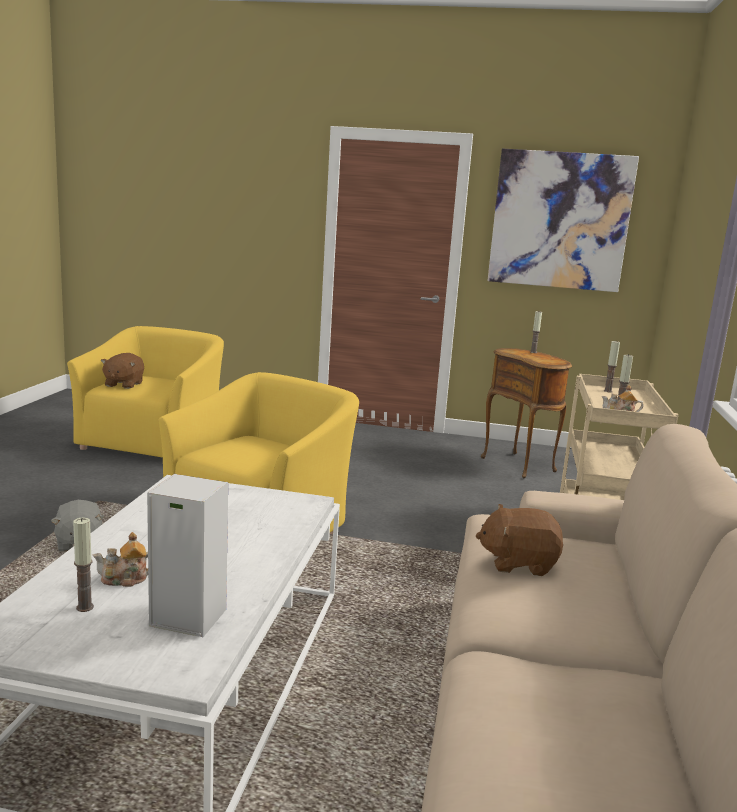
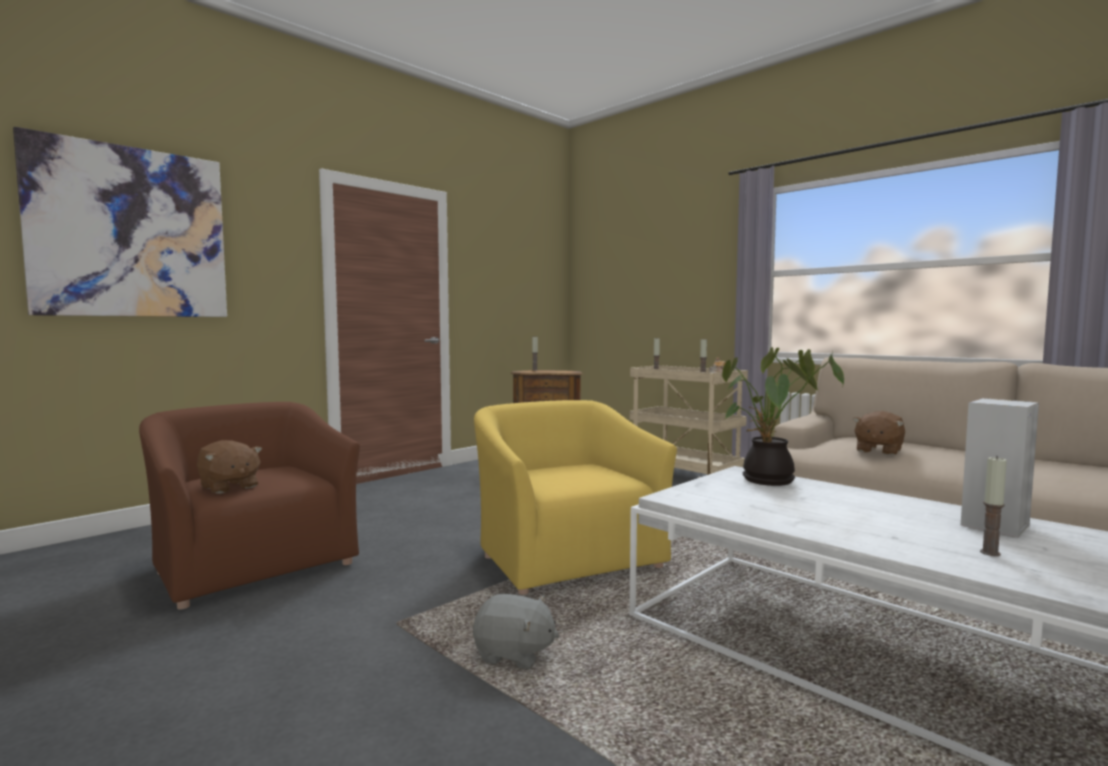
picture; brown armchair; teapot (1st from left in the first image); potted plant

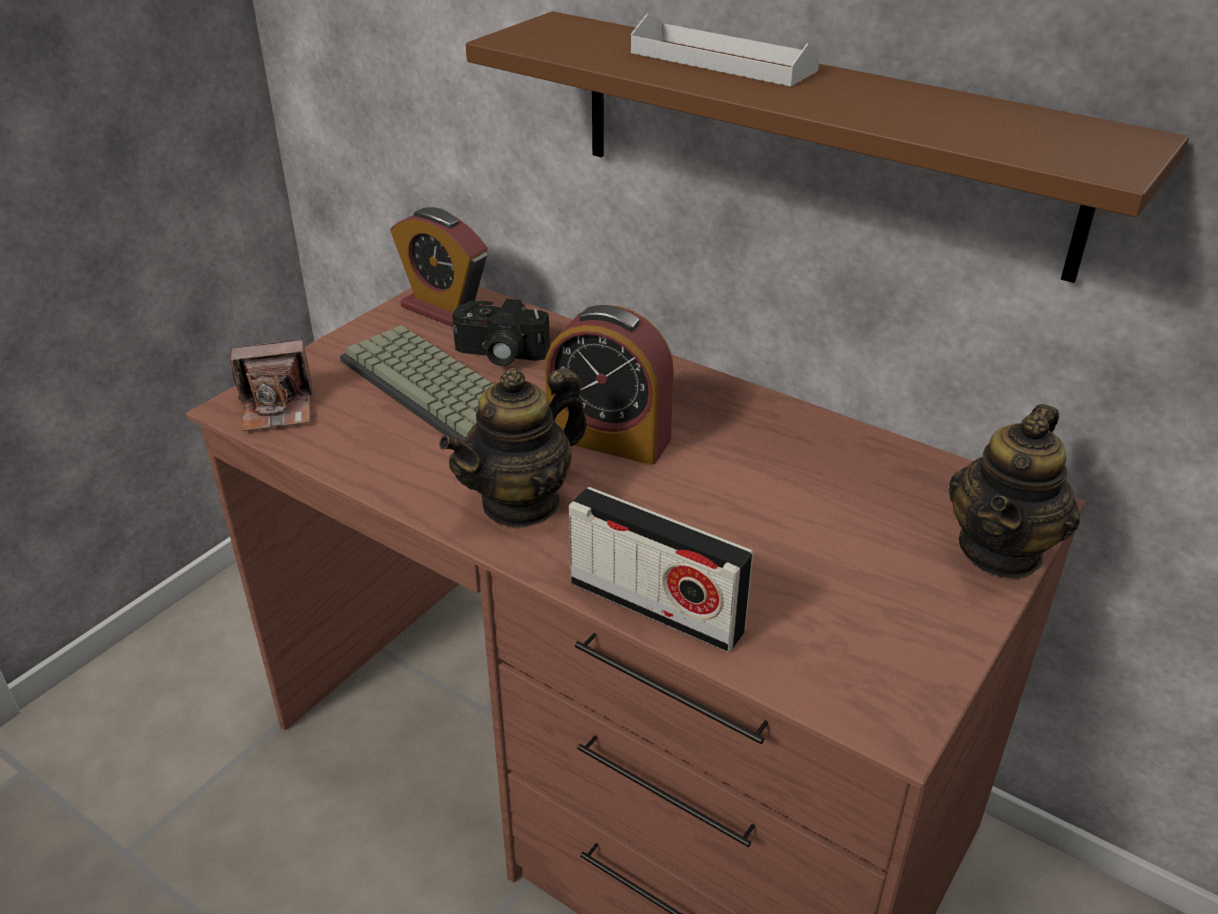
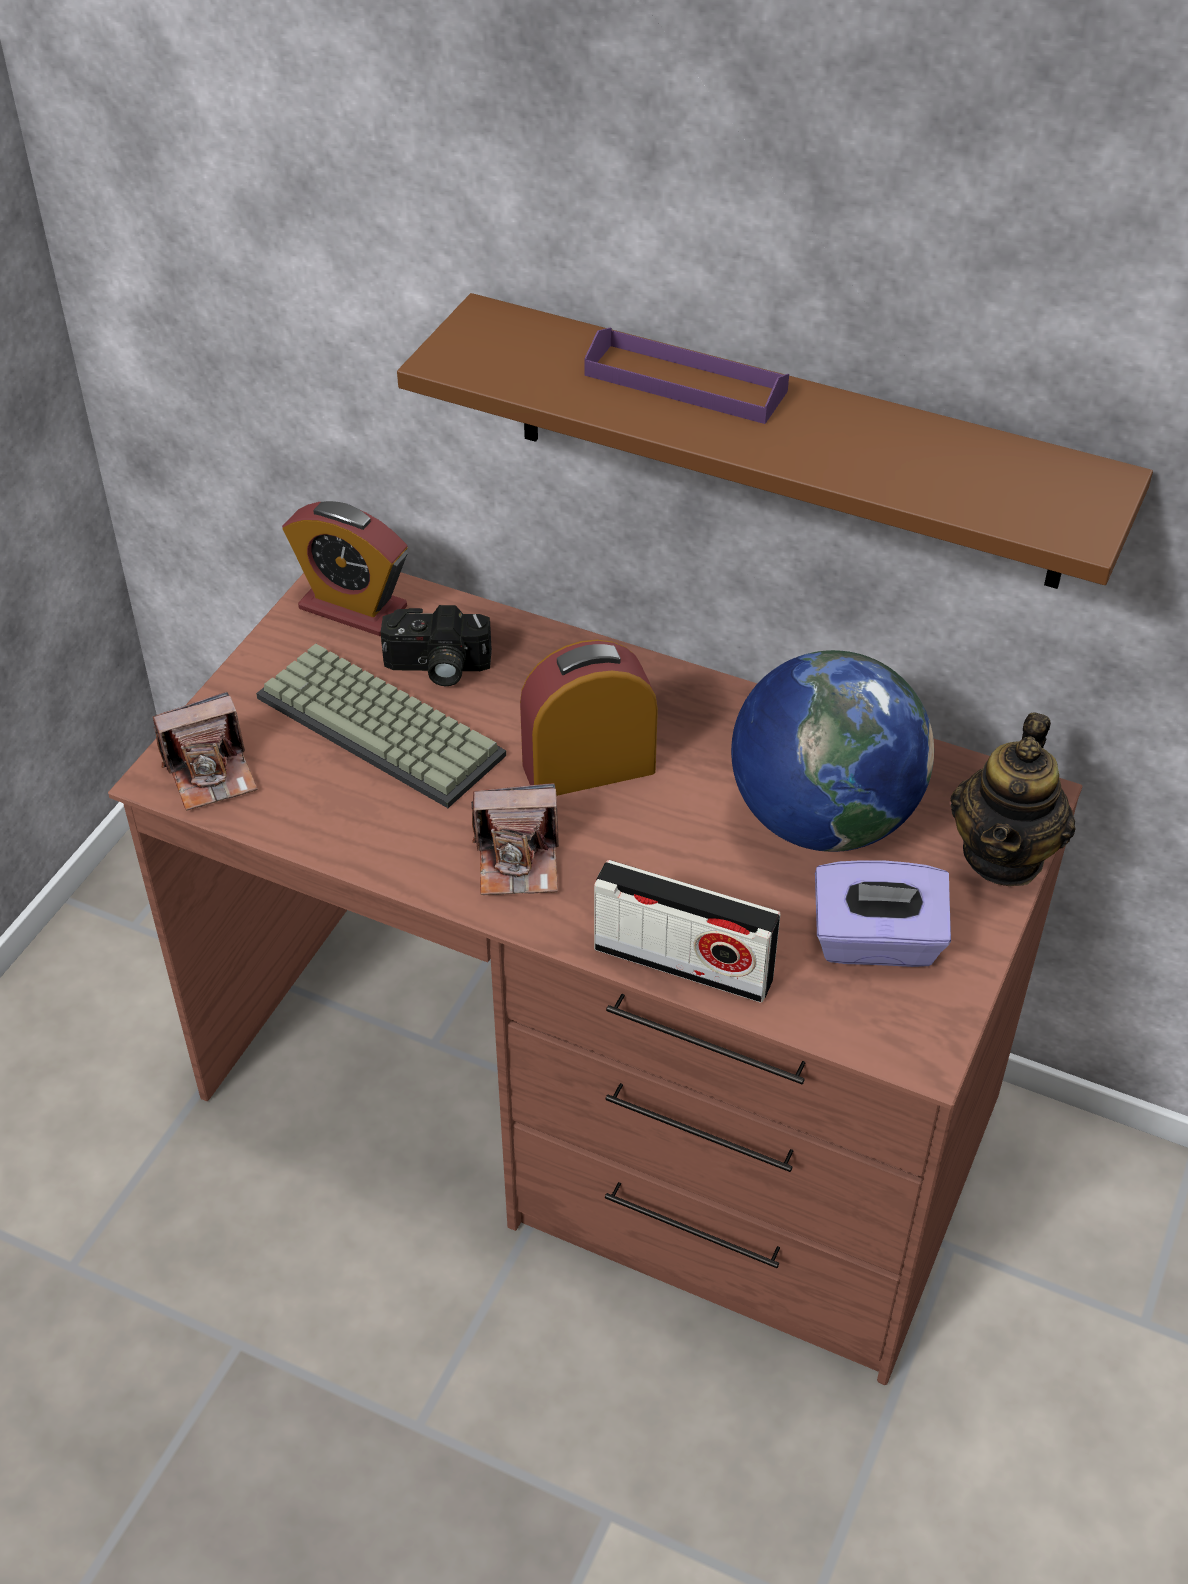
purple tray; alarm clock (2nd from left); photo camera (3rd from left); globe; purple tissue box

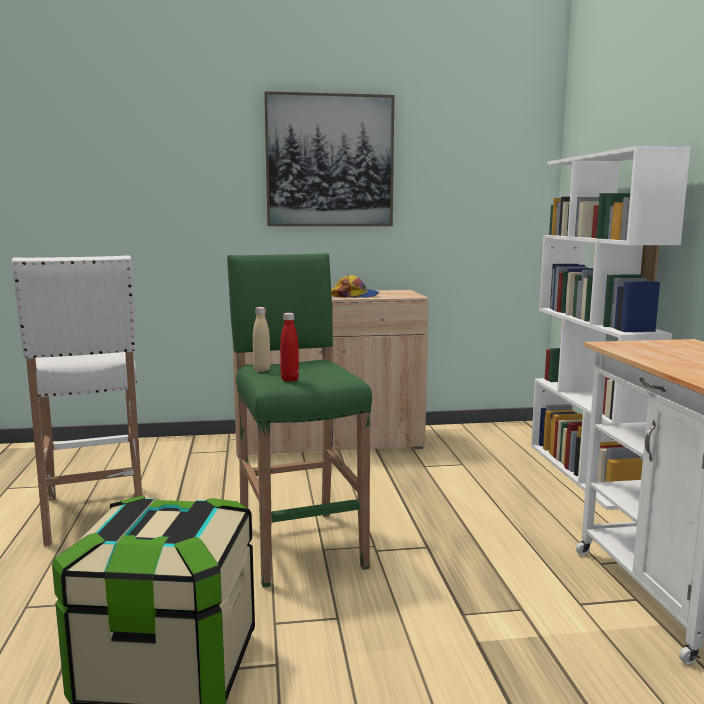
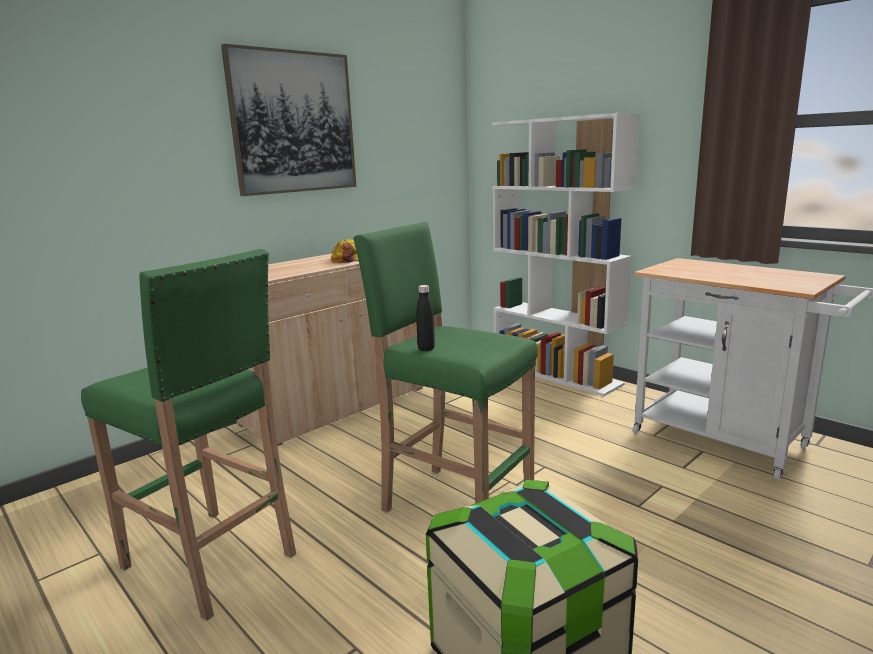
green stool (1st from left); black bottle; red bottle

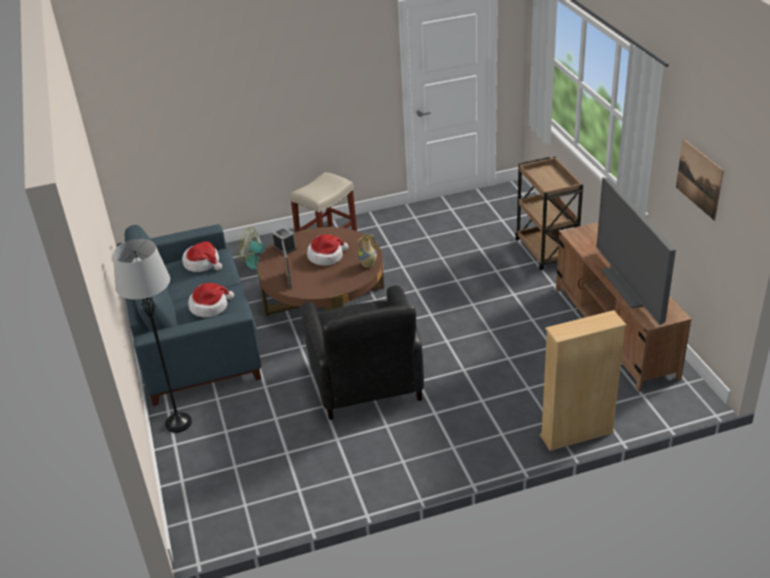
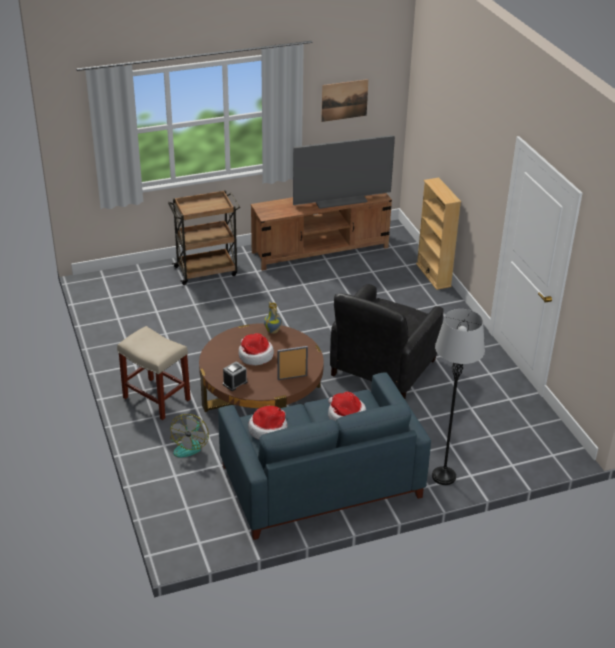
black armchair

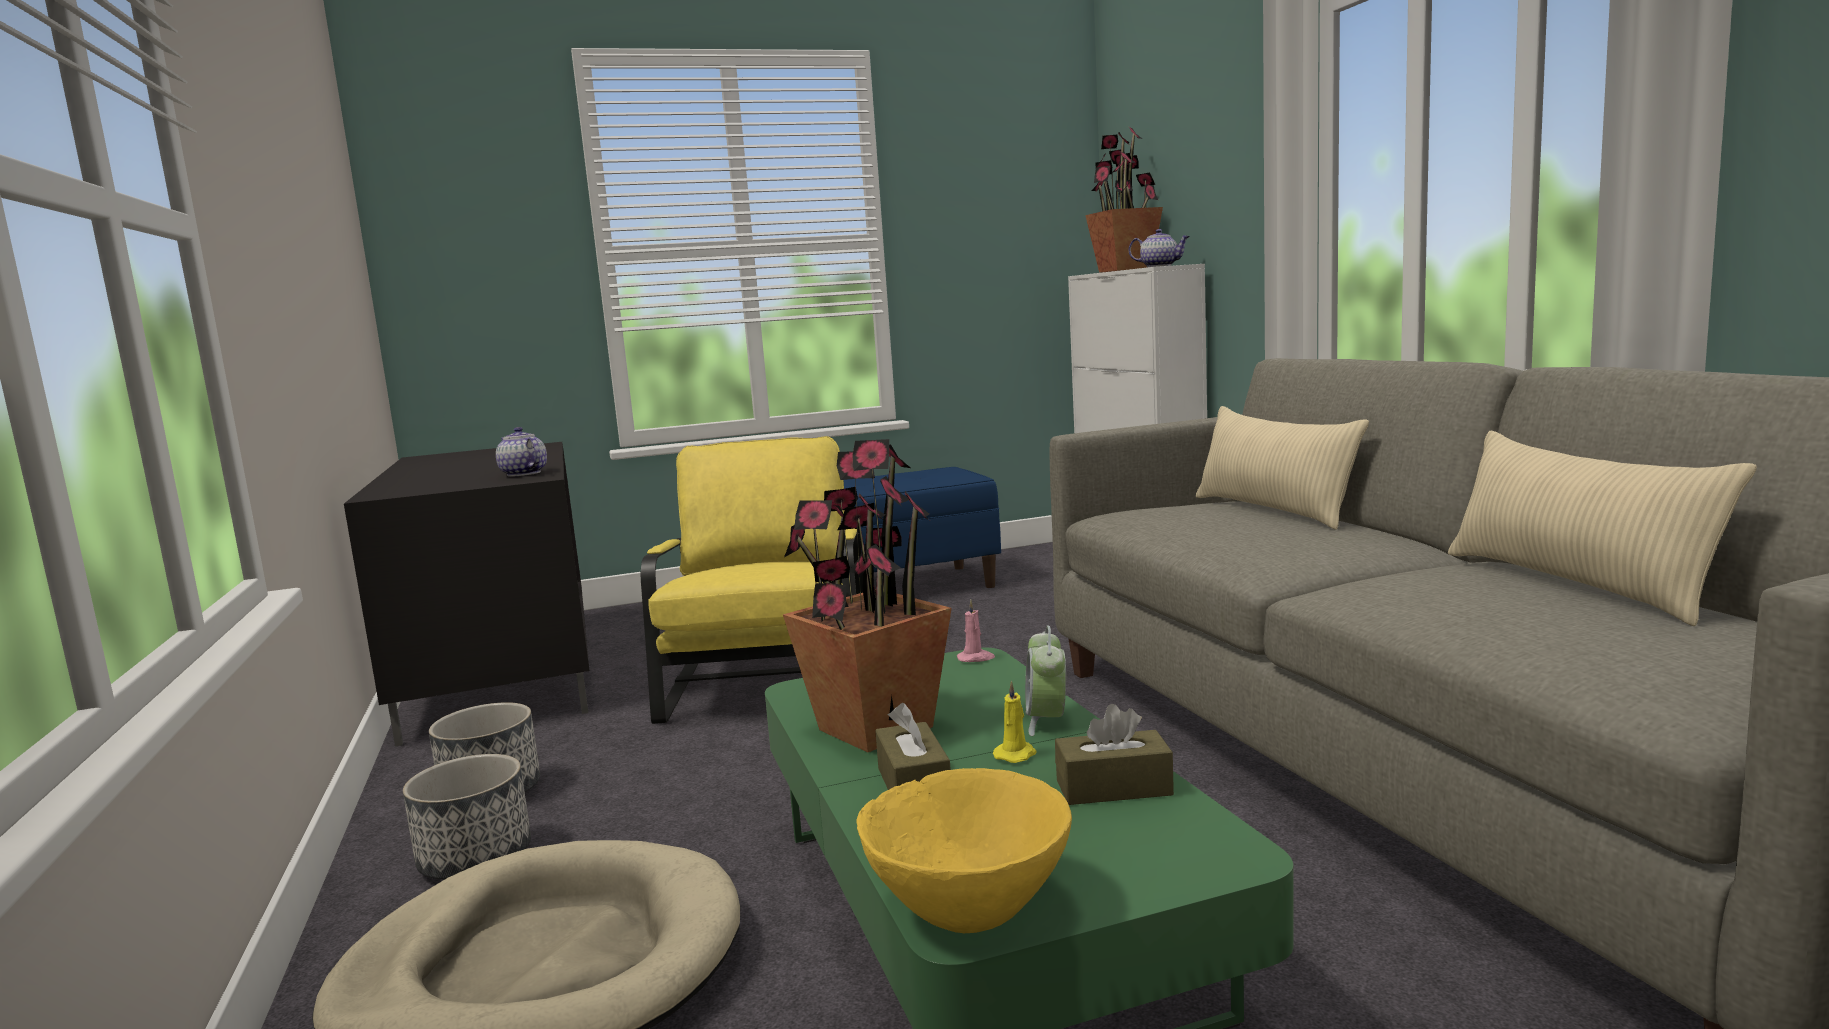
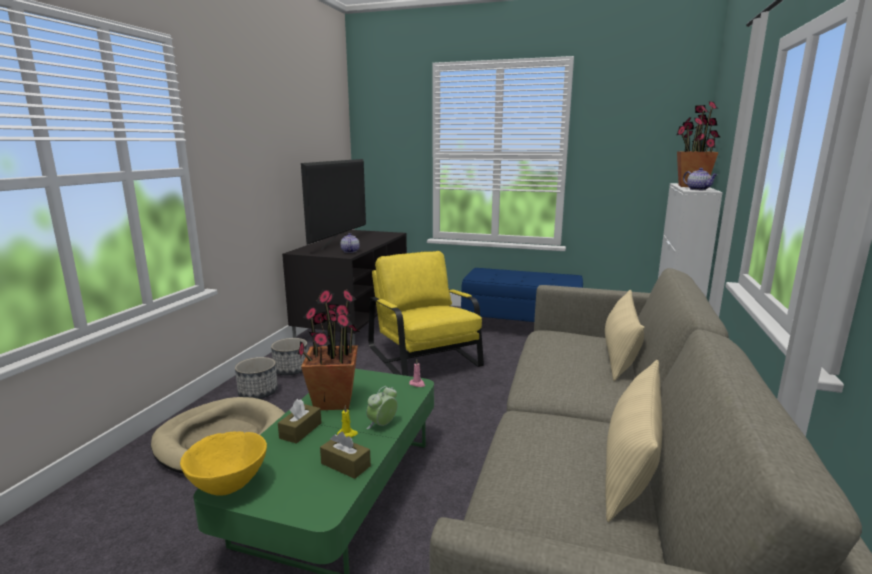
yellow armchair; television

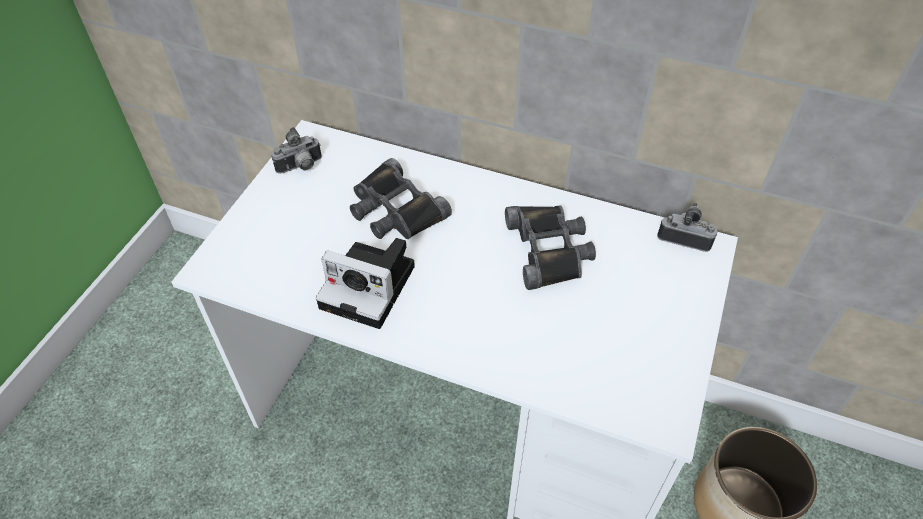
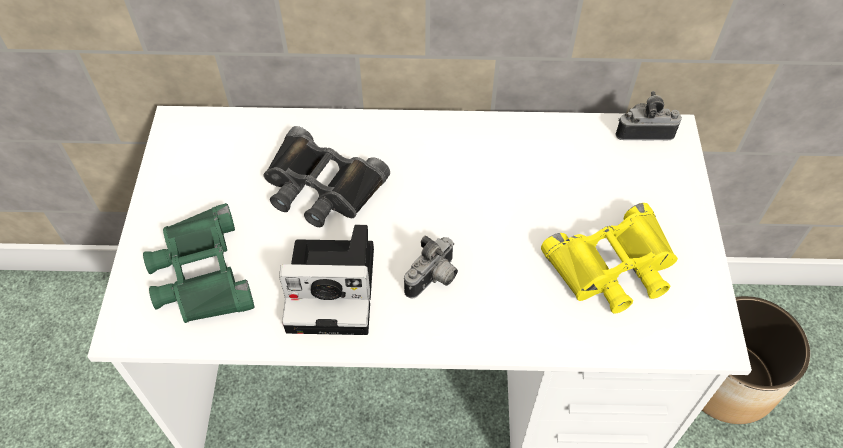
photo camera (2nd from left); black binoculars (2nd from left in the first image); green binoculars; yellow binoculars

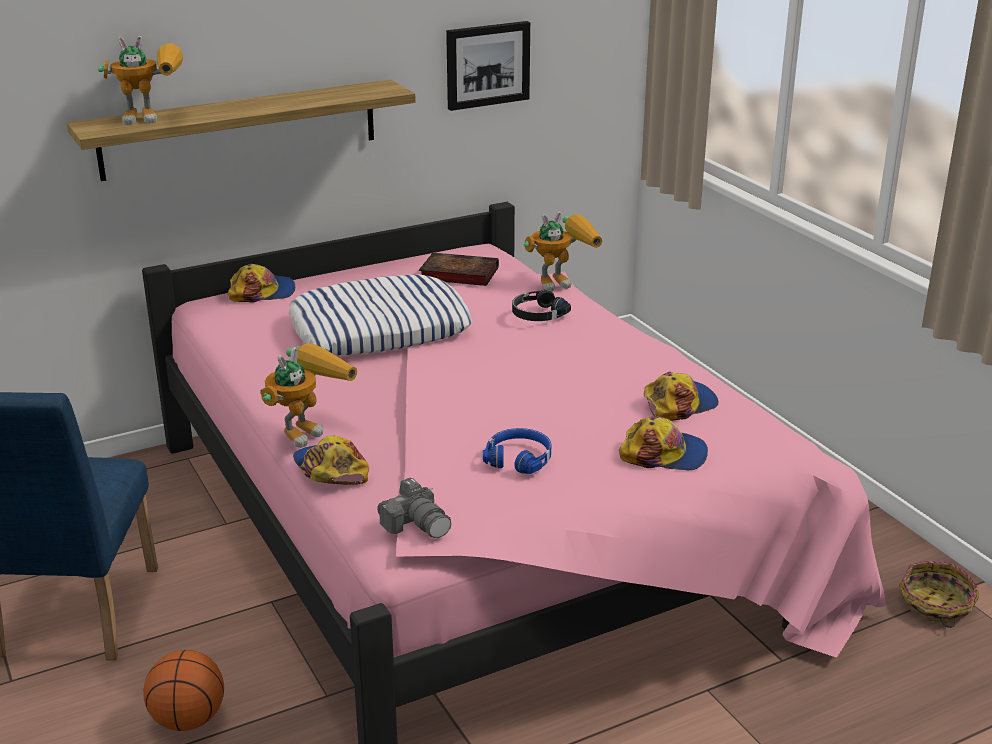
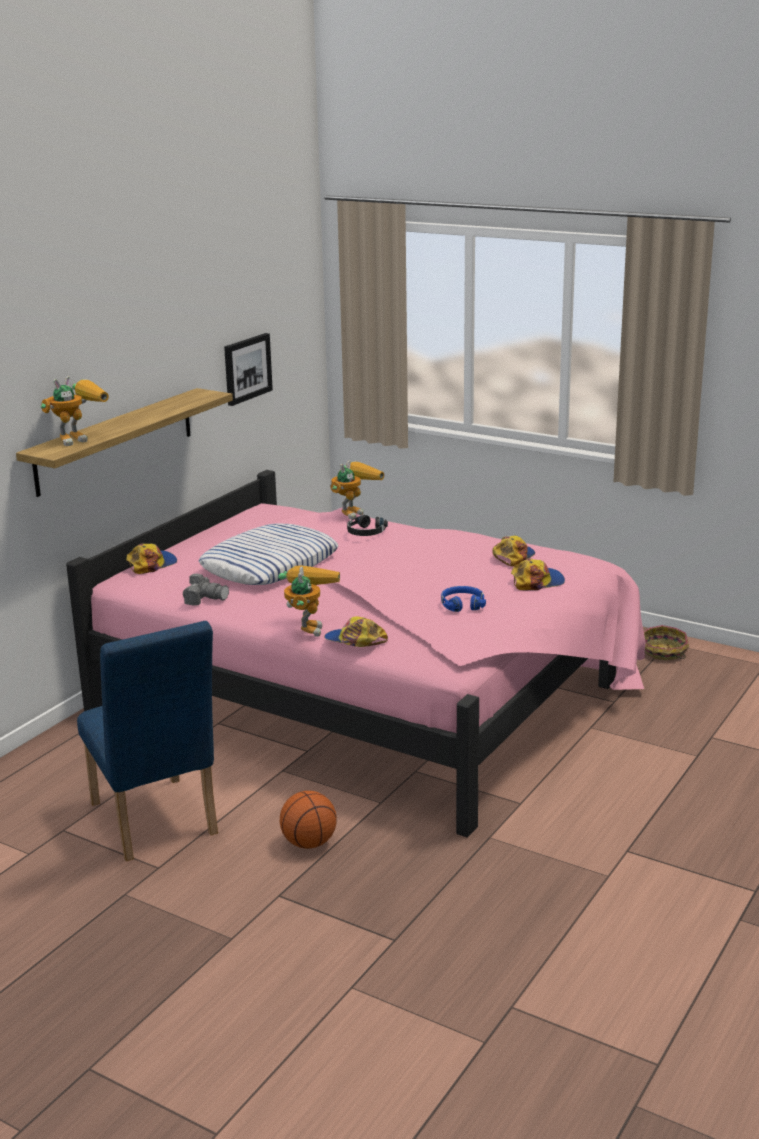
book; photo camera

